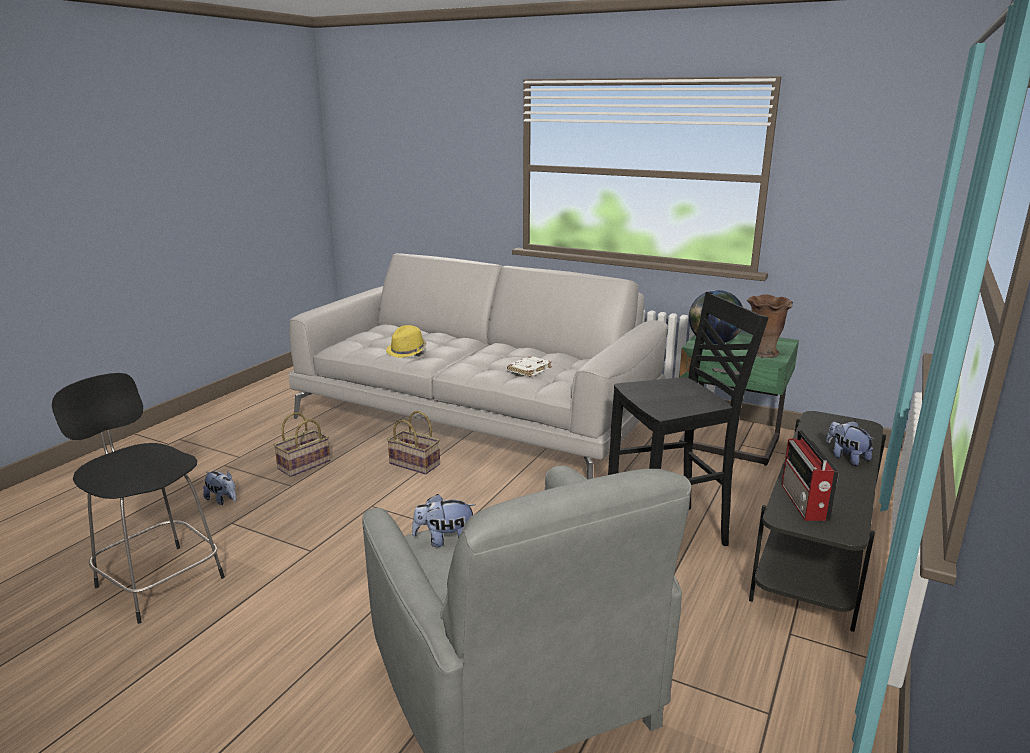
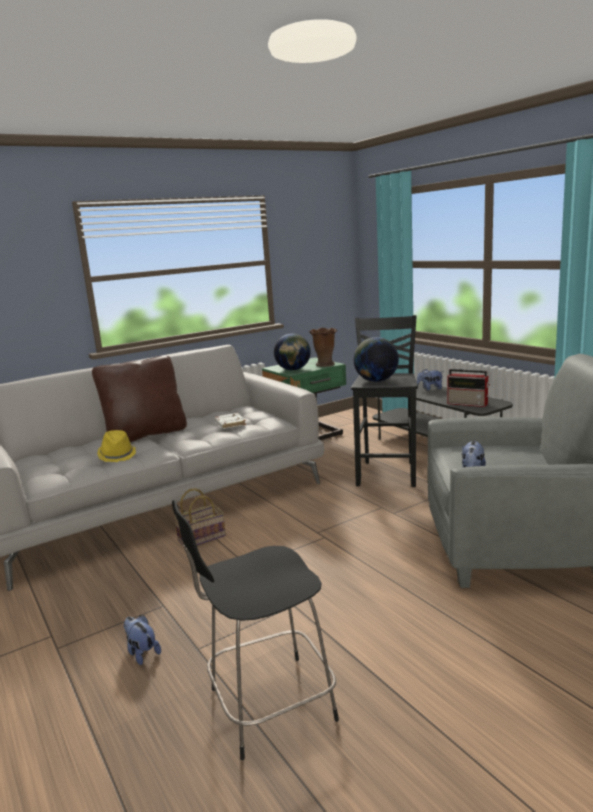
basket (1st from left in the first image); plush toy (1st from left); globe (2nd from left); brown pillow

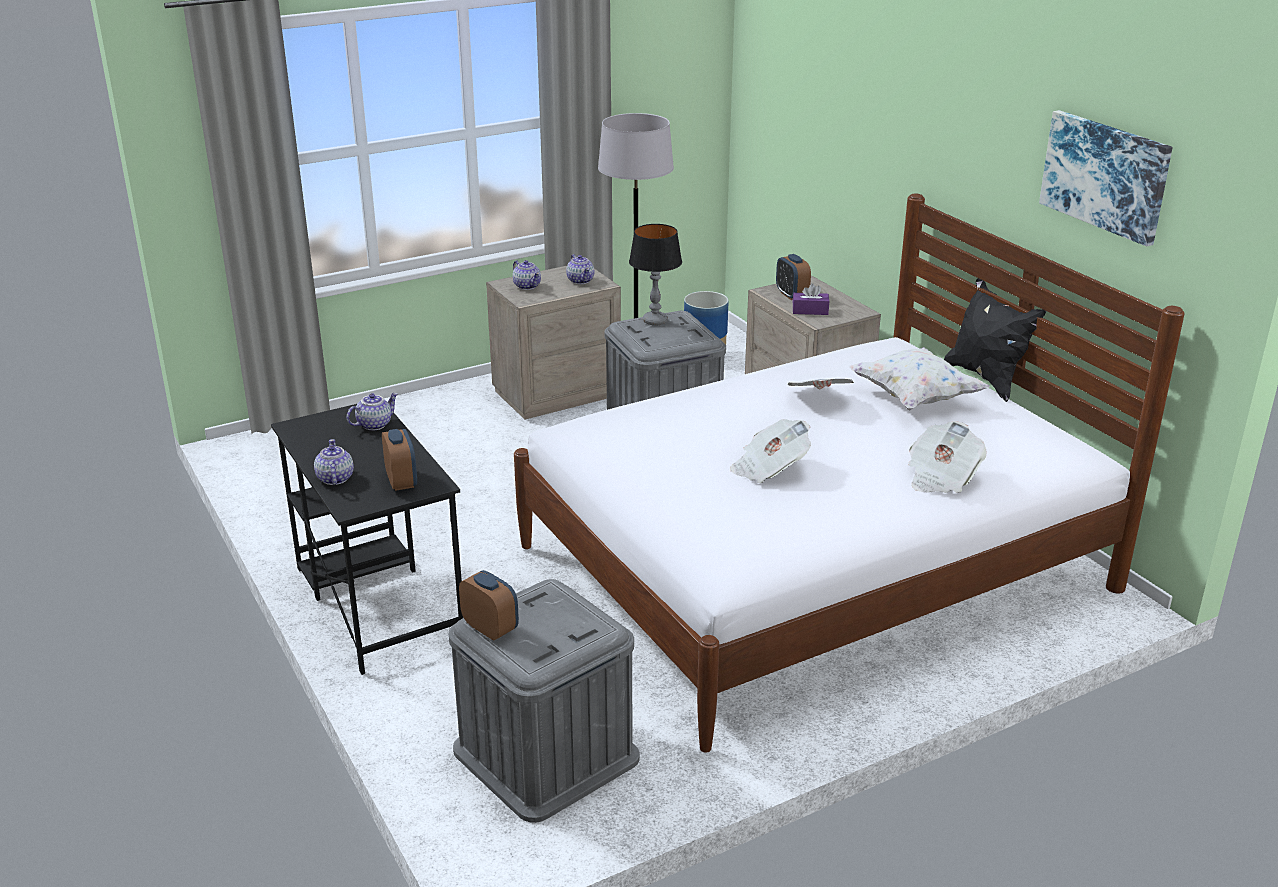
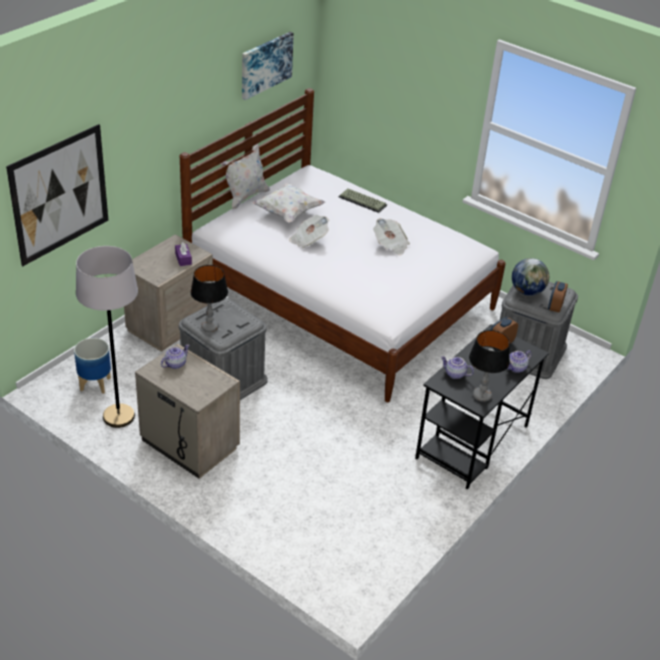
alarm clock (3rd from left in the first image); teapot (3rd from left in the first image); white pillow (1st from left); keyboard; picture (1st from left); globe; table lamp (2nd from left)

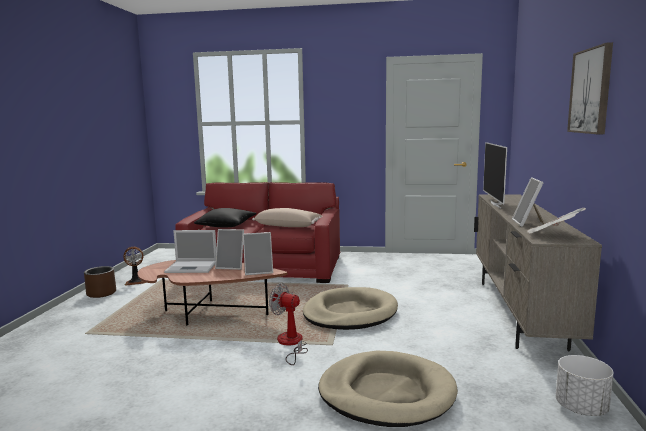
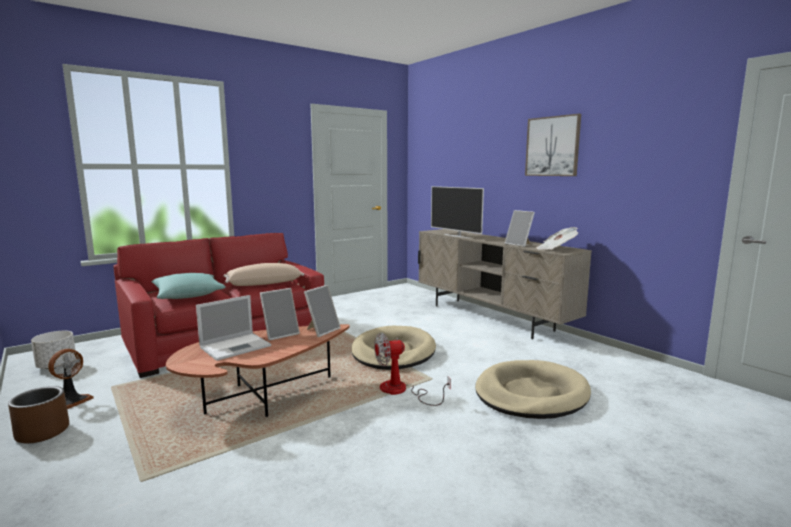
turquoise pillow; white planter

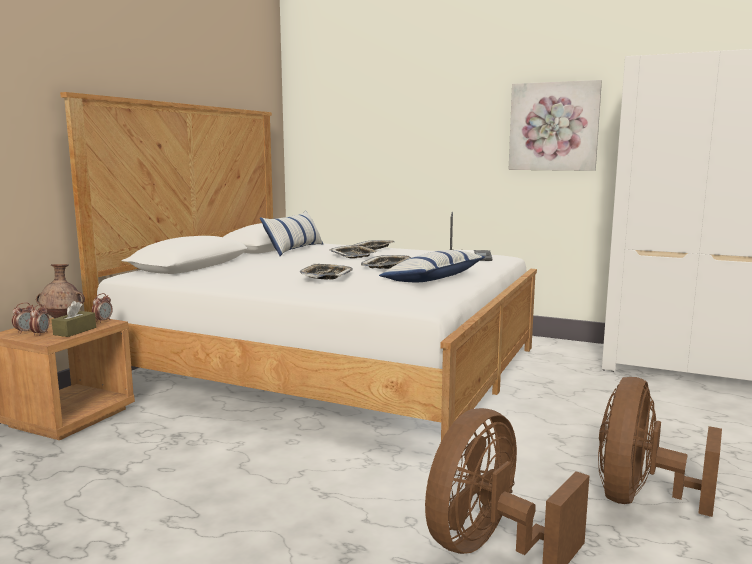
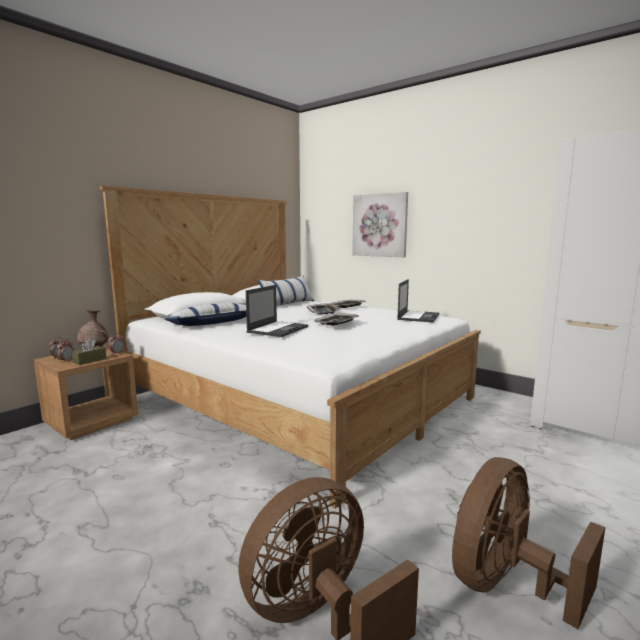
picture; pillow (1st from left); laptop (1st from left)

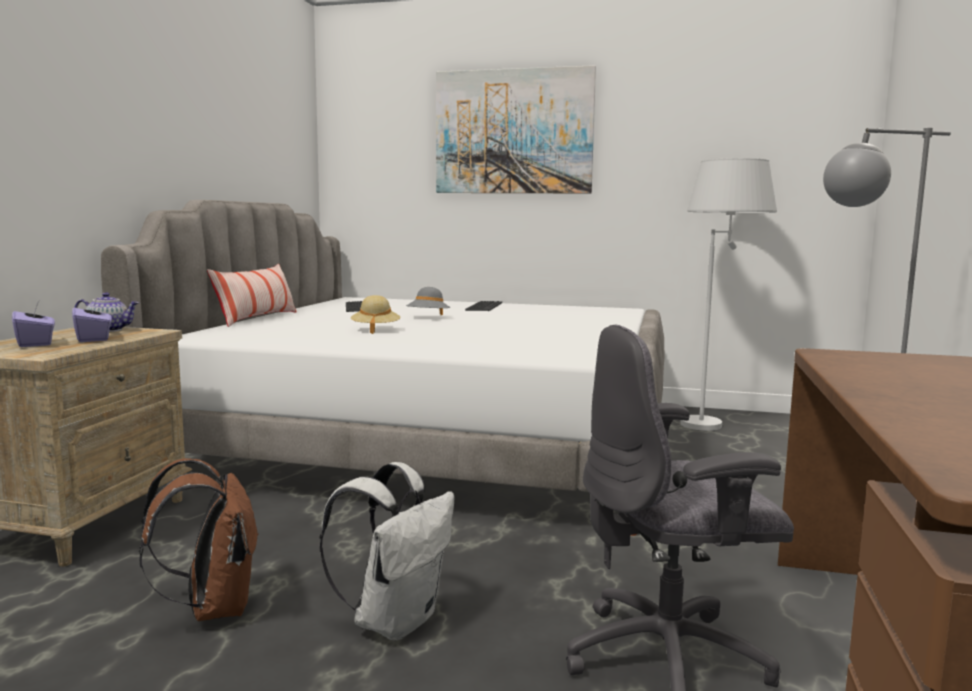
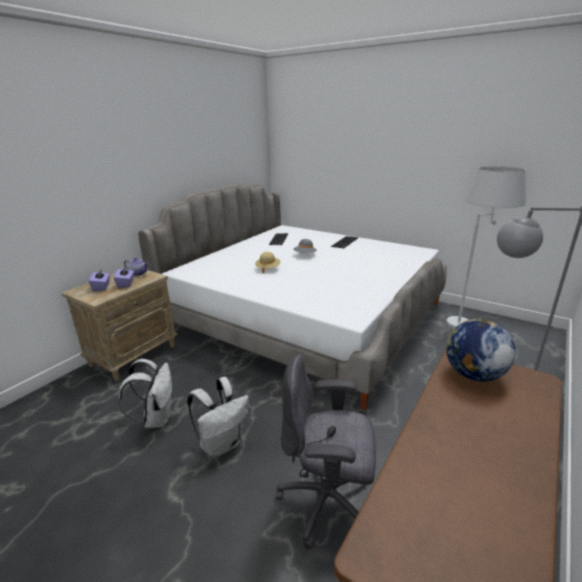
picture; pillow; white backpack (1st from left); globe

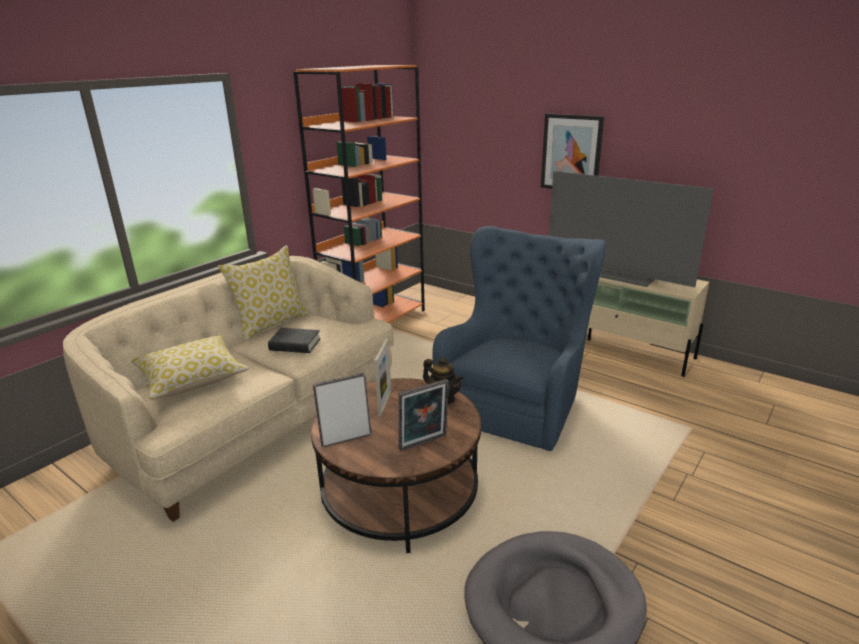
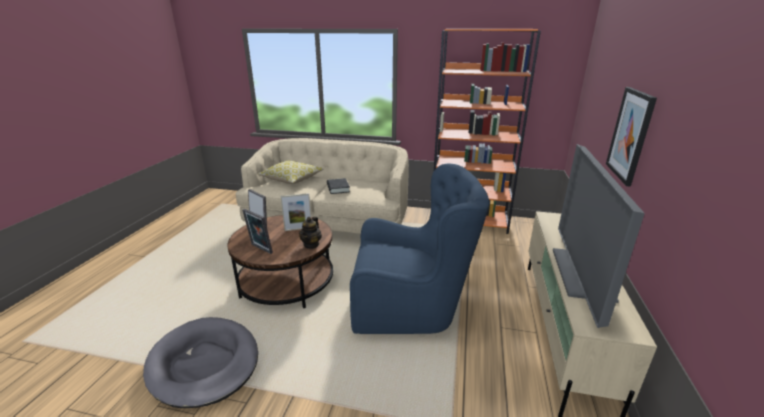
pillow (2nd from left in the first image)

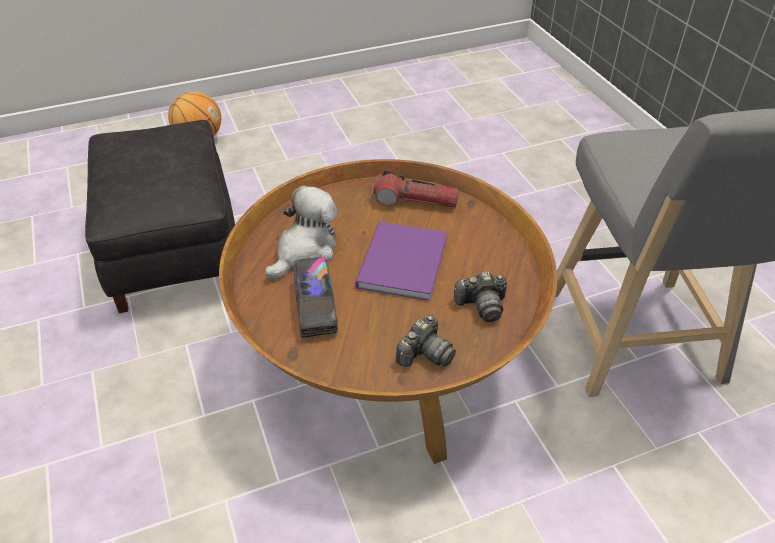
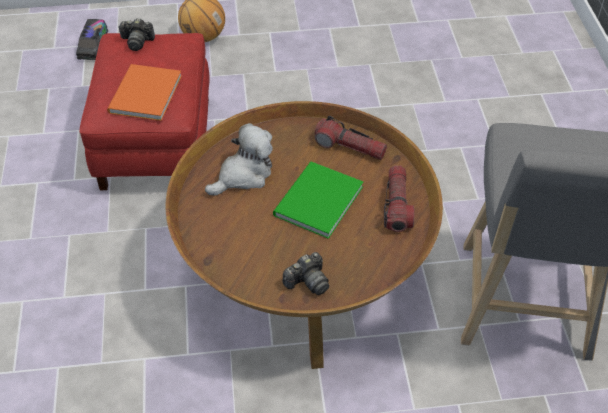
red ottoman; green book; toy truck; photo camera (1st from left); orange book; flashlight (2nd from left)

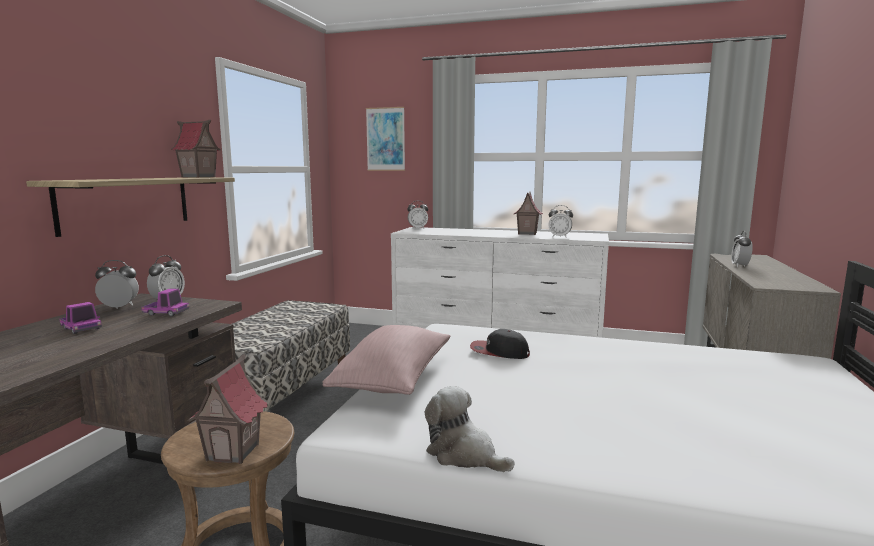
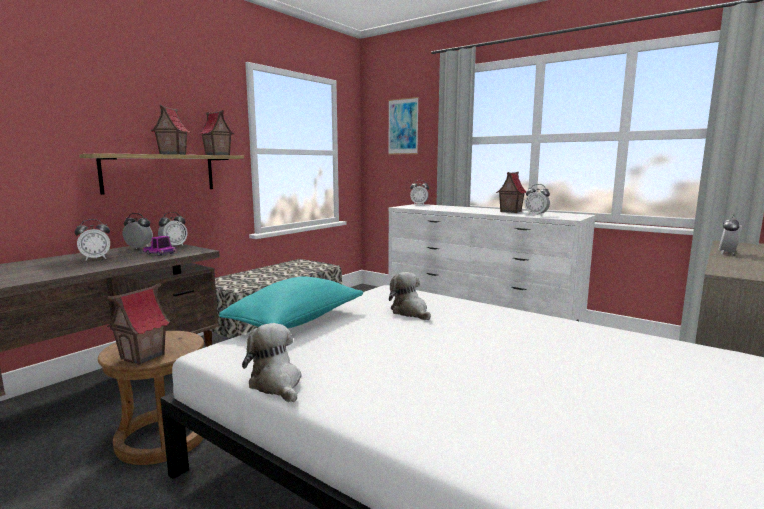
alarm clock (1st from left); turquoise pillow; plush toy (2nd from left); toy house (2nd from left)

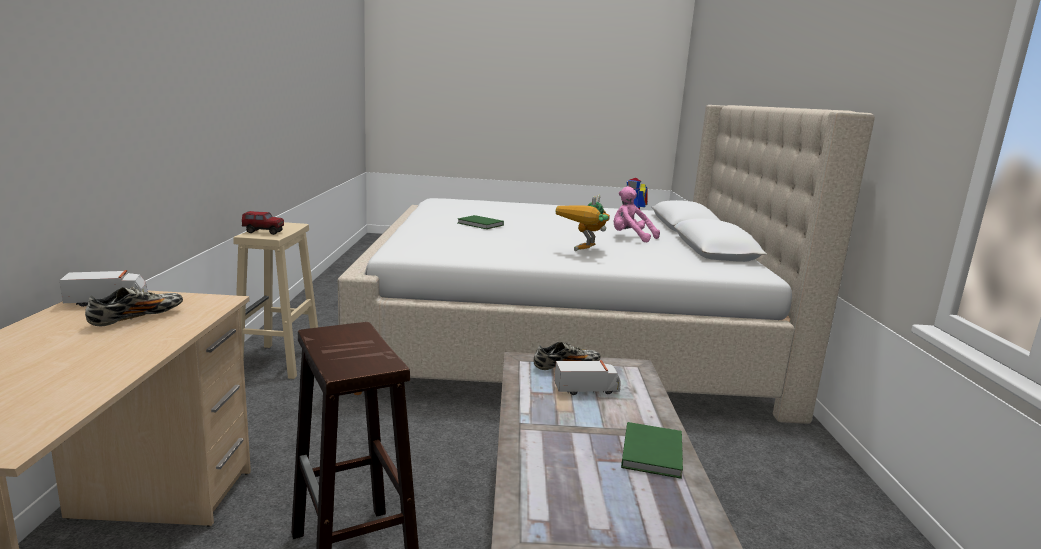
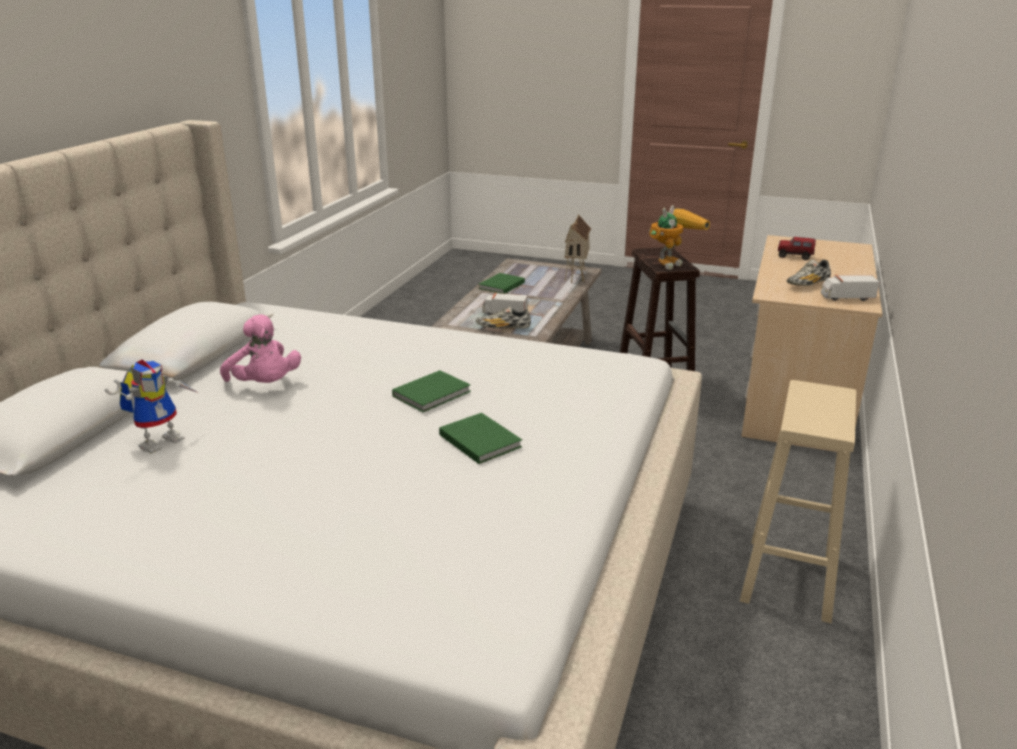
toy robot (2nd from left); toy truck (2nd from left); toy house; green book (1st from left)

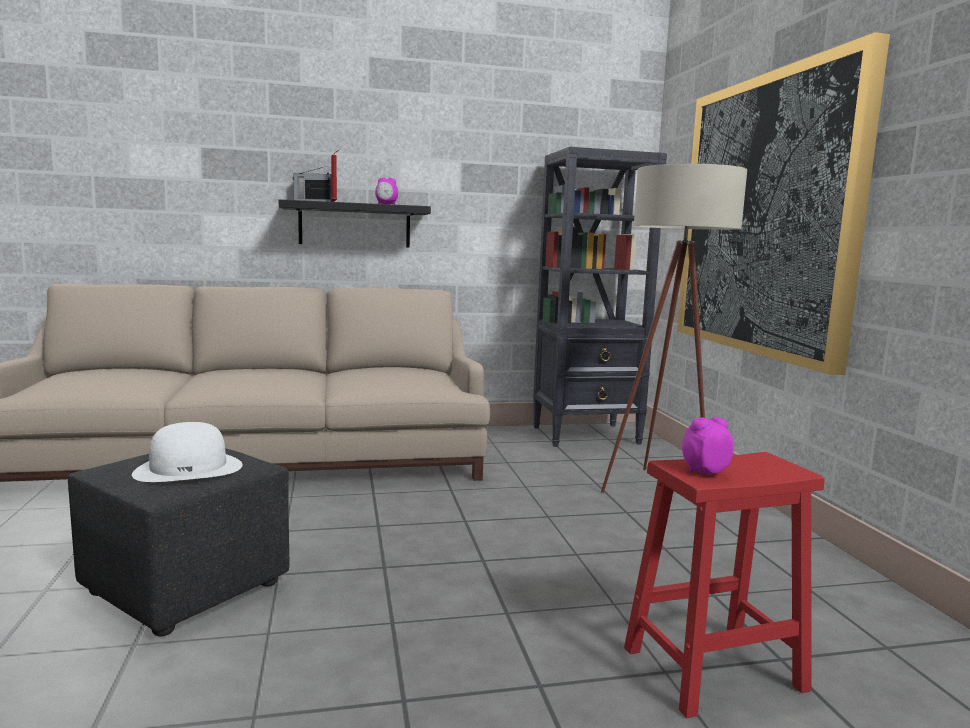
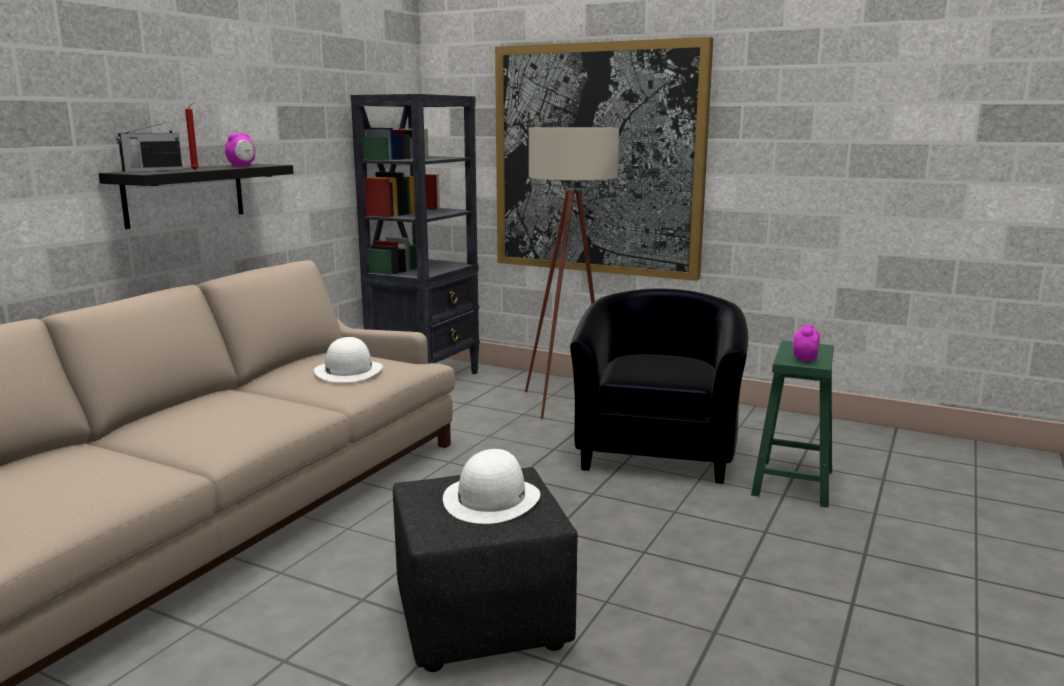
green stool; black armchair; white hat (1st from left)

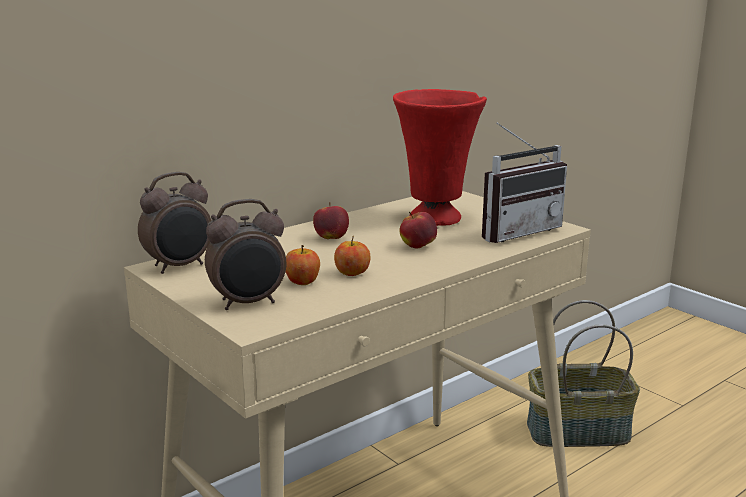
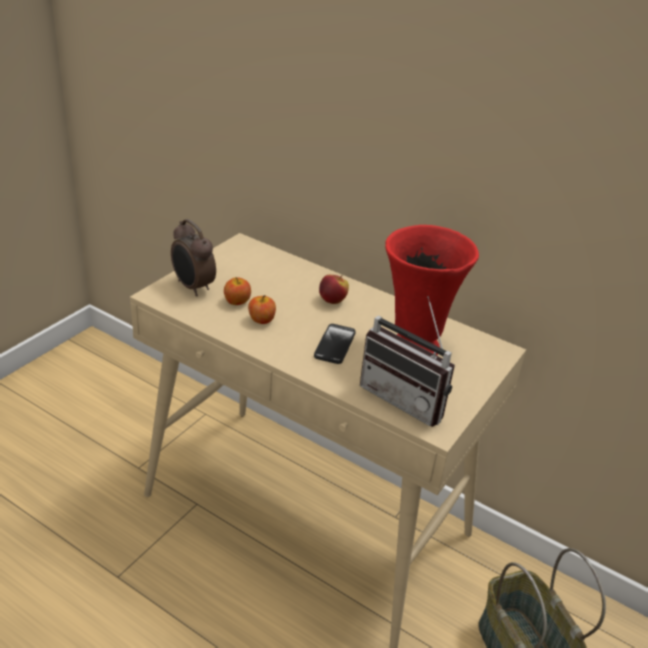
alarm clock (1st from left in the first image); phone

